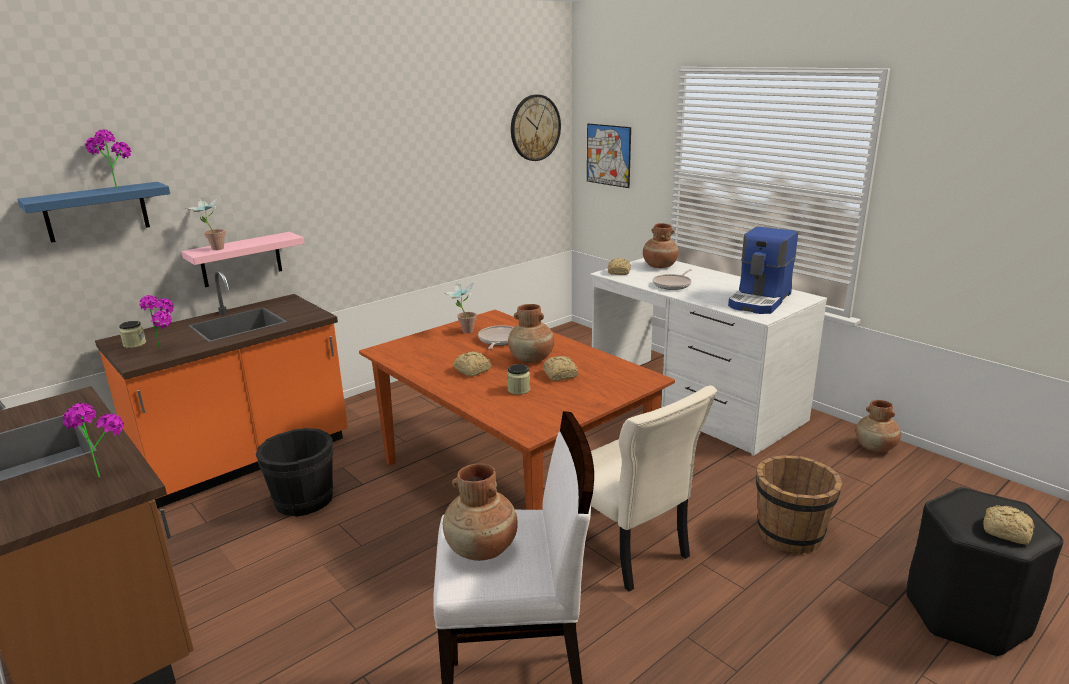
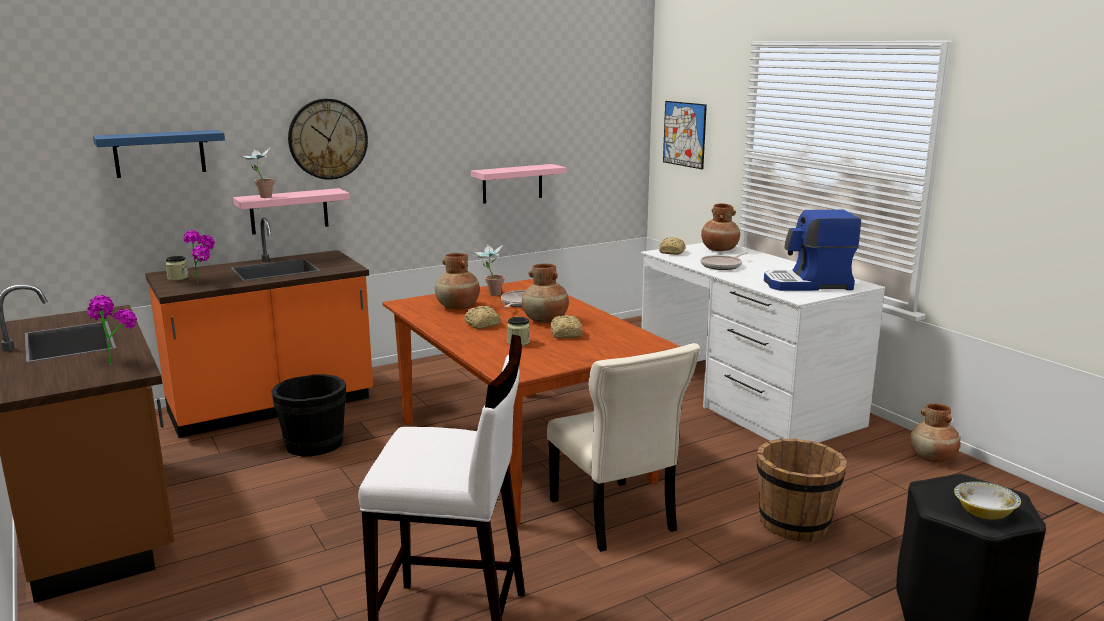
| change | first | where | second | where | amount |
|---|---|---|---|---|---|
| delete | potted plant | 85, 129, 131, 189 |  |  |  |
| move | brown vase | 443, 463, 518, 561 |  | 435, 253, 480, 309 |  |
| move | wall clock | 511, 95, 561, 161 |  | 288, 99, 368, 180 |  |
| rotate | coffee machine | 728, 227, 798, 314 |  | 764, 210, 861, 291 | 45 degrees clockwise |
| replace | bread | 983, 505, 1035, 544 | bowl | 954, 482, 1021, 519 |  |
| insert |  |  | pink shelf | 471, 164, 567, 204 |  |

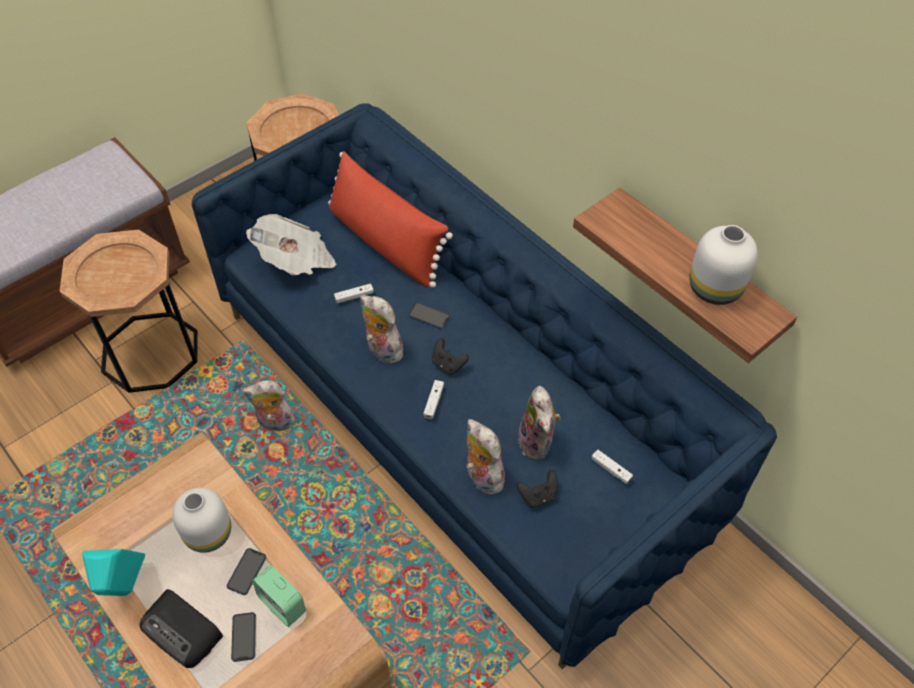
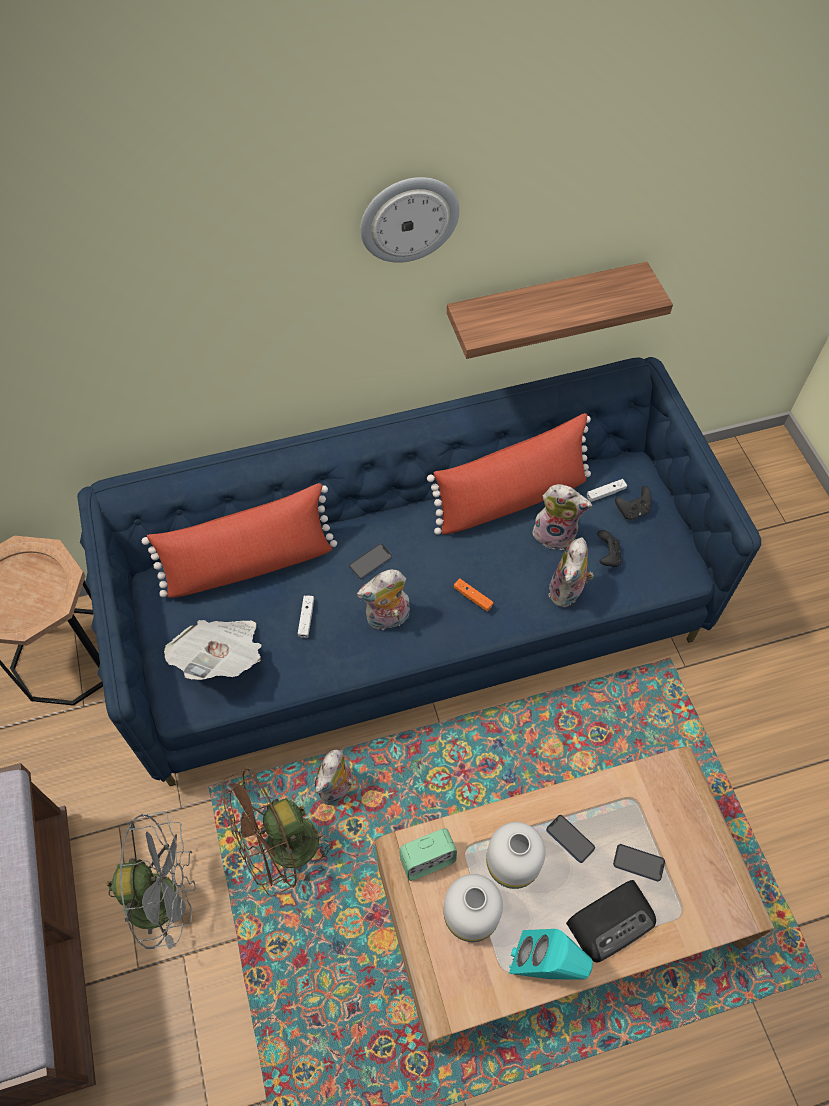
| change | first | where | second | where | amount |
|---|---|---|---|---|---|
| replace | brown side table | 60, 229, 198, 393 | grey fan | 106, 811, 196, 949 |  |
| move | alarm clock | 252, 565, 306, 627 |  | 399, 828, 457, 881 |  |
| recolor | white game controller | 423, 380, 444, 419 | orange game controller | 453, 579, 493, 611 |  |
| move | black game controller | 432, 338, 469, 374 |  | 615, 486, 652, 520 |  |
| rotate | plush toy | 466, 419, 505, 495 |  | 548, 538, 594, 608 | 60 degrees counterclockwise |
| move | white vase | 689, 225, 758, 305 |  | 444, 874, 503, 942 |  |
| insert |  |  | brown fan | 222, 768, 332, 896 |  |
| insert |  |  | wall clock | 360, 177, 460, 263 |  |
| insert |  |  | red pillow | 427, 413, 591, 535 |  |

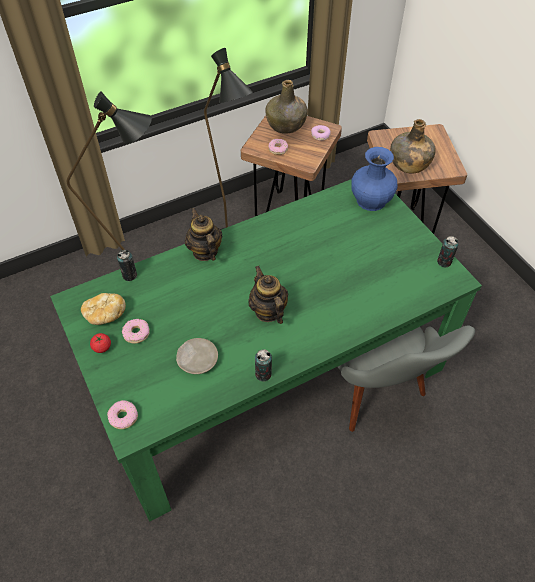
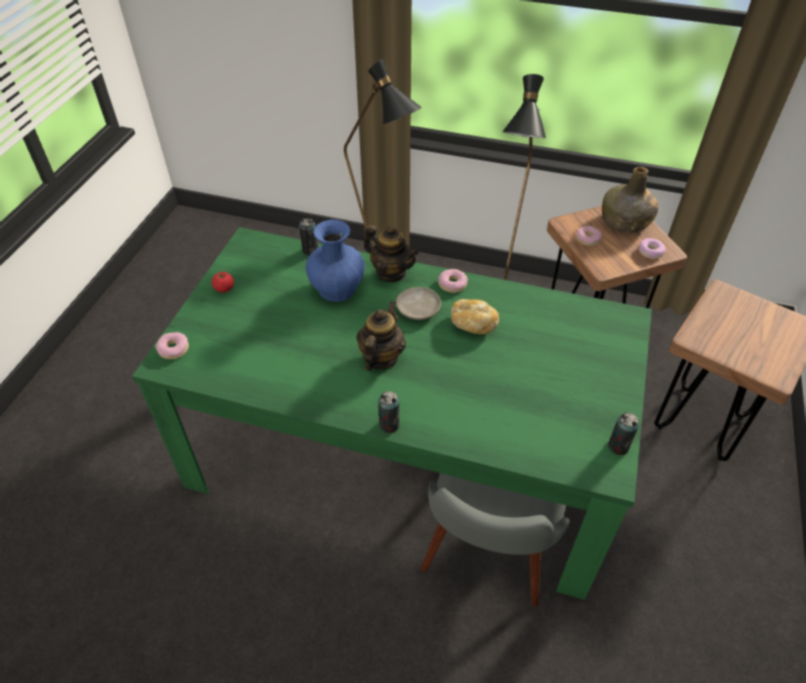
| change | first | where | second | where | amount |
|---|---|---|---|---|---|
| move | bread | 81, 293, 126, 325 |  | 451, 299, 499, 334 |  |
| move | donut | 122, 319, 150, 344 |  | 438, 269, 468, 293 |  |
| move | beige plate | 176, 338, 218, 374 |  | 396, 287, 441, 320 |  |
| rotate | teapot | 185, 208, 222, 261 |  | 364, 225, 419, 282 | 105 degrees clockwise |
| move | can | 255, 349, 272, 382 |  | 378, 391, 399, 433 |  |
| move | blue vase | 351, 147, 398, 211 |  | 306, 220, 365, 302 |  |
| delete | green bottle | 390, 119, 436, 174 |  |  |  |

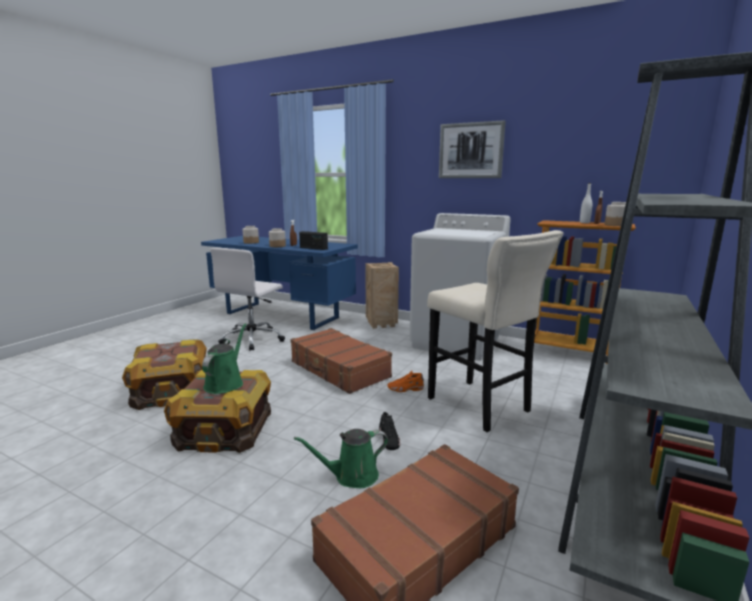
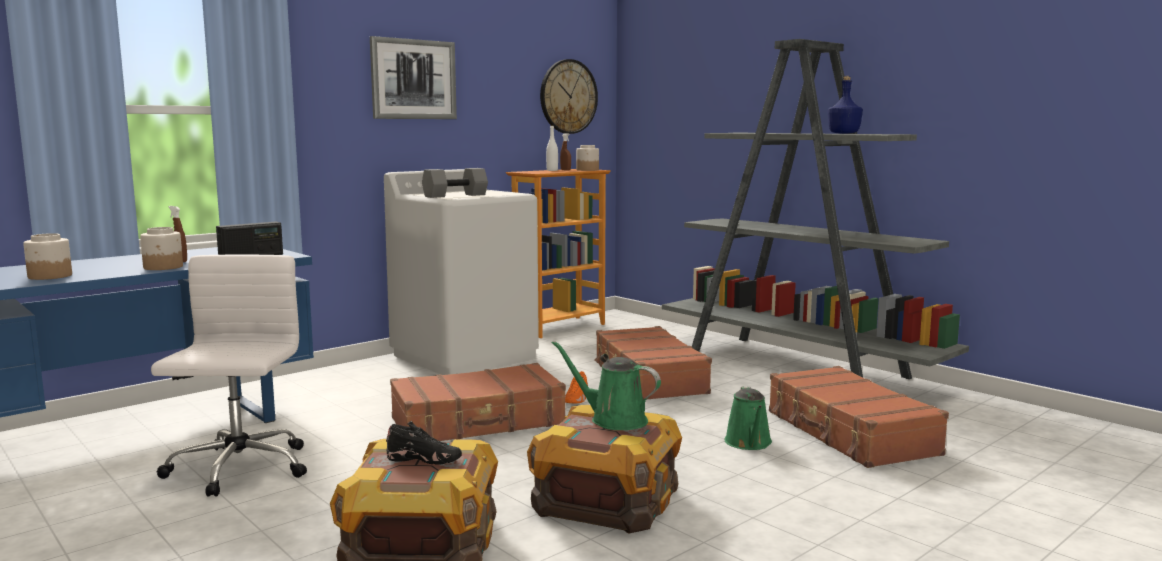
| change | first | where | second | where | amount |
|---|---|---|---|---|---|
| rotate | white office chair | 210, 248, 285, 351 |  | 151, 255, 307, 497 | 135 degrees counterclockwise |
| delete | crate | 365, 262, 399, 329 |  |  |  |
| move | black shoe | 379, 412, 400, 450 |  | 386, 421, 462, 465 |  |
| replace | beige stool | 427, 230, 564, 432 | brown suitcase | 595, 326, 712, 399 |  |
| insert |  |  | grey dumbbell | 422, 168, 488, 198 |  |
| insert |  |  | wall clock | 540, 59, 598, 134 |  |
| insert |  |  | blue bottle | 828, 76, 863, 134 |  |

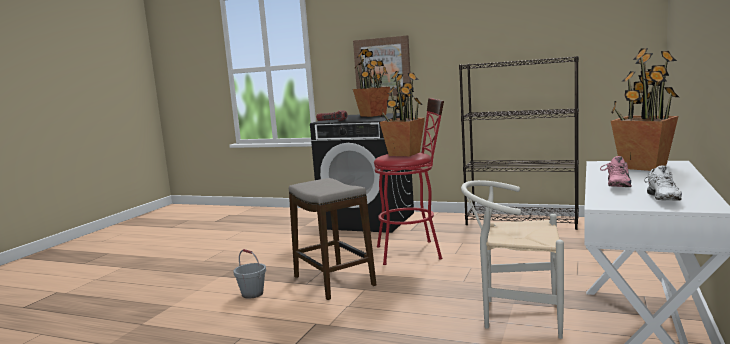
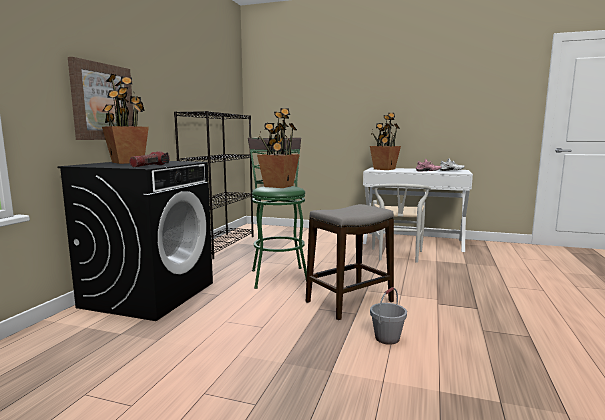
| change | first | where | second | where | amount |
|---|---|---|---|---|---|
| recolor | red stool | 374, 98, 444, 265 | green stool | 248, 138, 307, 289 |  |

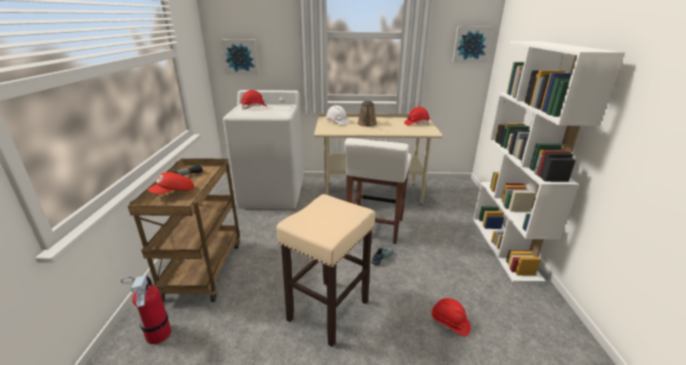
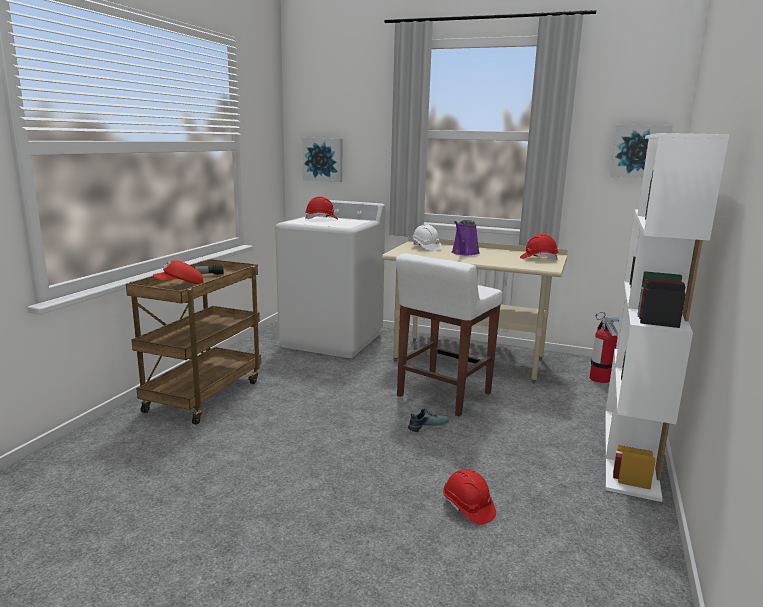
| change | first | where | second | where | amount |
|---|---|---|---|---|---|
| move | fire extinguisher | 121, 275, 171, 344 |  | 590, 312, 620, 383 |  |
| delete | beige stool | 276, 194, 375, 347 |  |  |  |
| recolor | brown watering can | 357, 100, 377, 127 | purple watering can | 451, 220, 480, 255 |  |

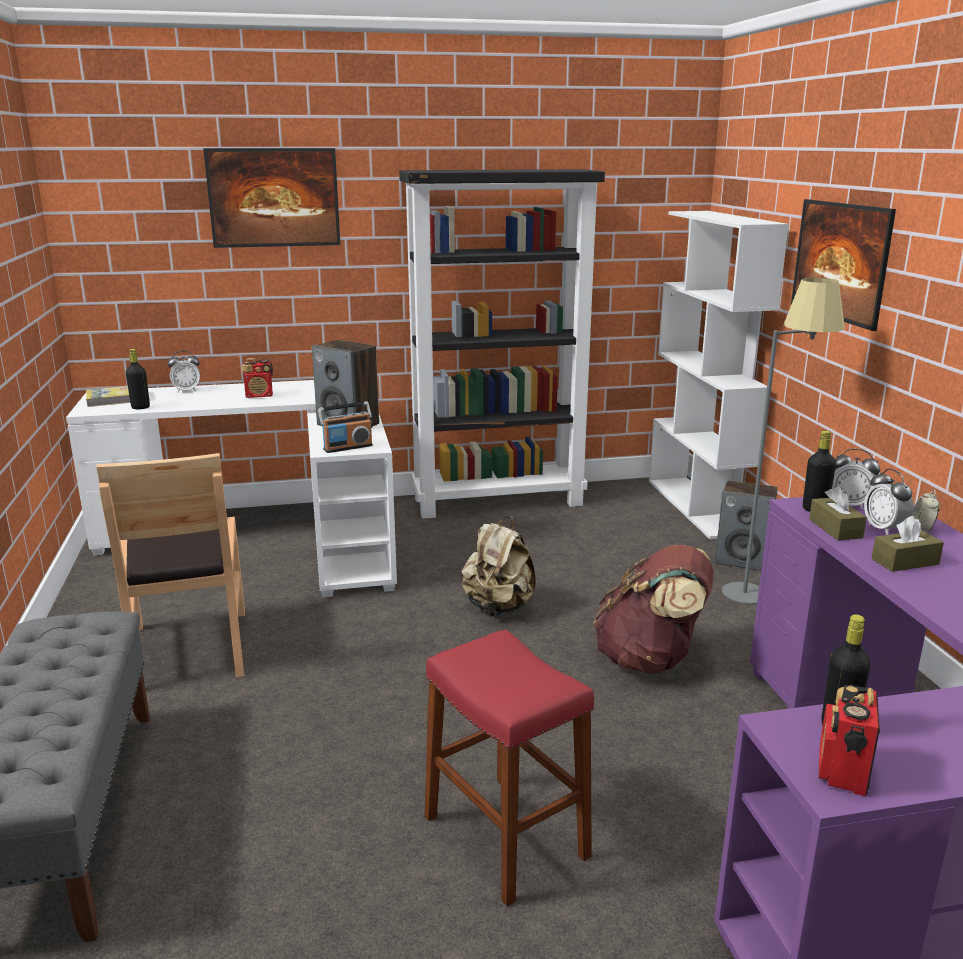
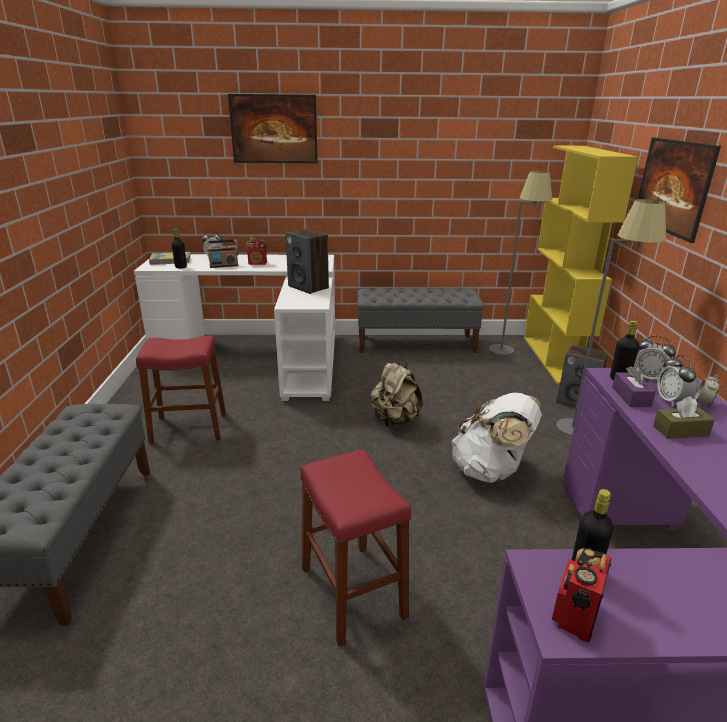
| change | first | where | second | where | amount |
|---|---|---|---|---|---|
| replace | brown chair | 96, 453, 245, 678 | red stool | 136, 336, 226, 444 |  |
| move | radio | 318, 401, 373, 453 |  | 206, 239, 239, 268 |  |
| replace | black bookcase | 399, 169, 605, 519 | grey bench | 357, 288, 484, 353 |  |
| recolor | brown backpack | 593, 545, 714, 674 | white backpack | 451, 393, 542, 483 |  |
| recolor | white bookcase | 649, 211, 789, 539 | yellow bookcase | 524, 145, 638, 384 |  |
| recolor | brown tissue box | 809, 487, 867, 541 | purple tissue box | 612, 366, 656, 407 |  |
| insert |  |  | grey floor lamp | 489, 171, 552, 355 |  |

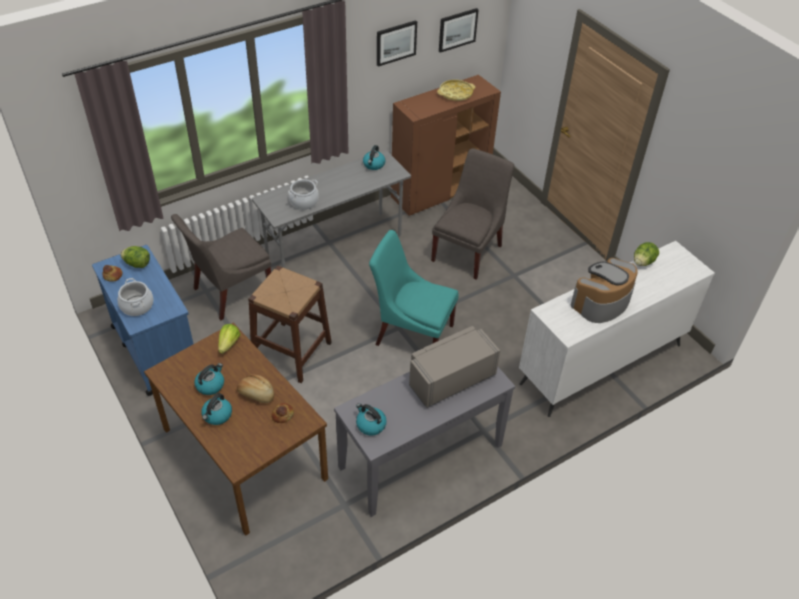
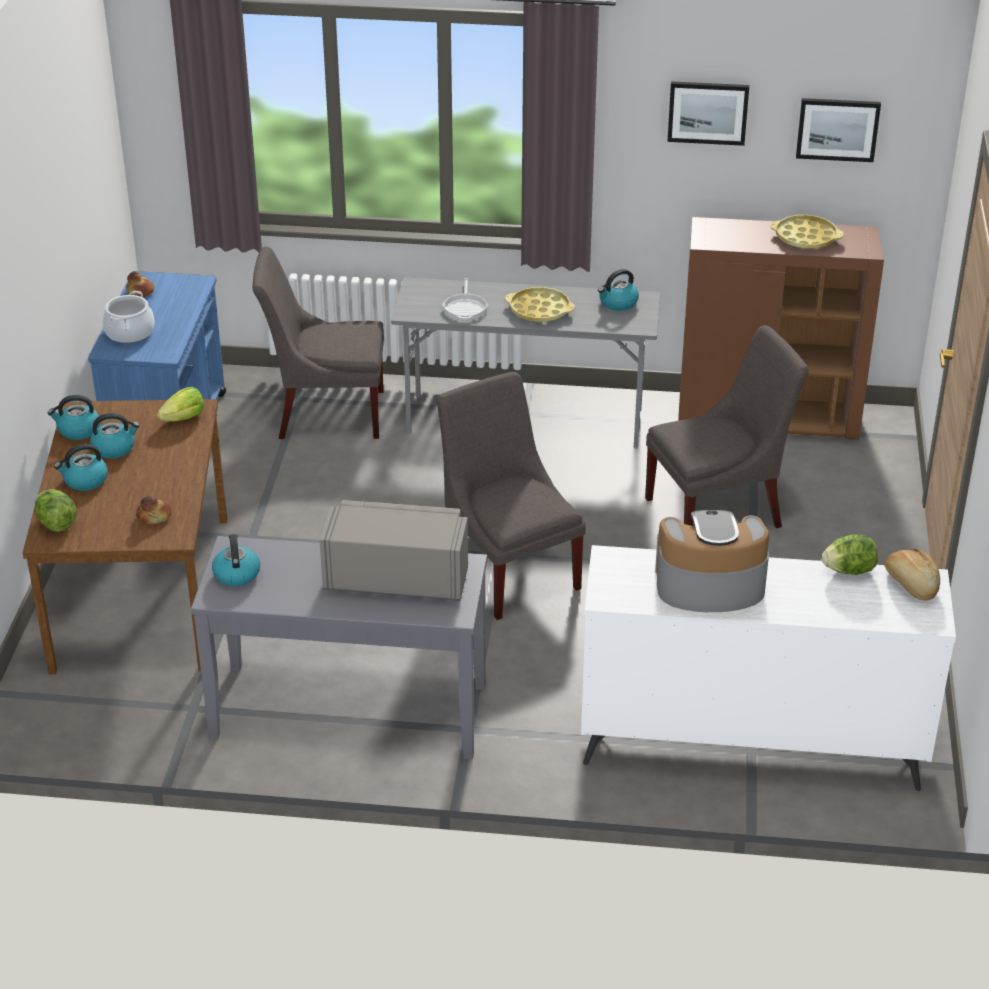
| change | first | where | second | where | amount |
|---|---|---|---|---|---|
| move | lettuce | 121, 246, 150, 268 |  | 35, 489, 77, 532 |  |
| move | bread | 237, 374, 274, 403 |  | 884, 549, 940, 601 |  |
| delete | brown stool | 248, 266, 332, 383 |  |  |  |
| replace | cooking pot | 288, 179, 319, 210 | frying pan | 442, 278, 488, 321 |  |
| recolor | turquoise chair | 369, 230, 459, 346 | grey chair | 437, 372, 586, 620 |  |
| insert |  |  | kettle | 48, 395, 100, 440 |  |
| insert |  |  | yellow tray | 505, 287, 575, 322 |  |

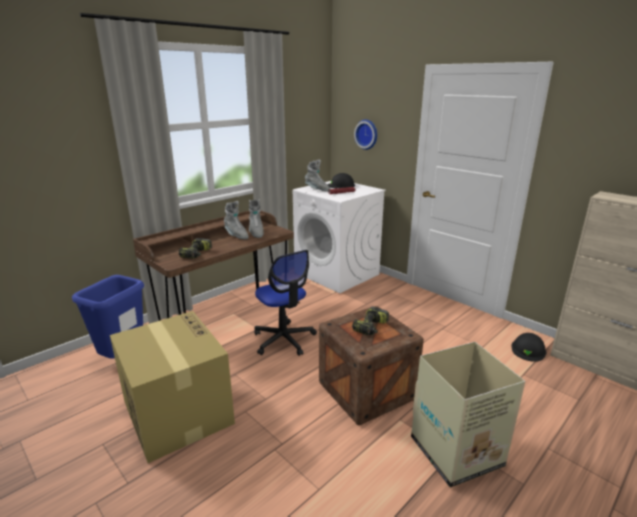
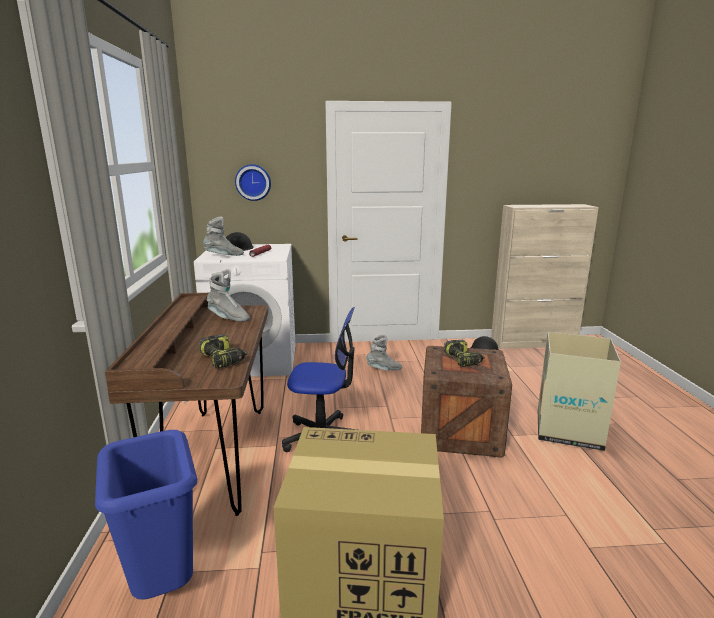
| change | first | where | second | where | amount |
|---|---|---|---|---|---|
| move | grey boot | 224, 201, 249, 239 |  | 366, 334, 402, 371 |  |

